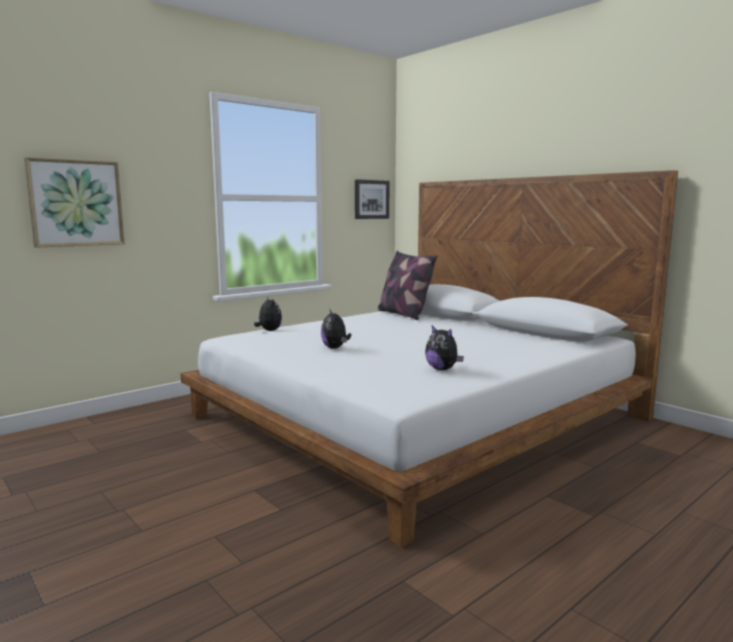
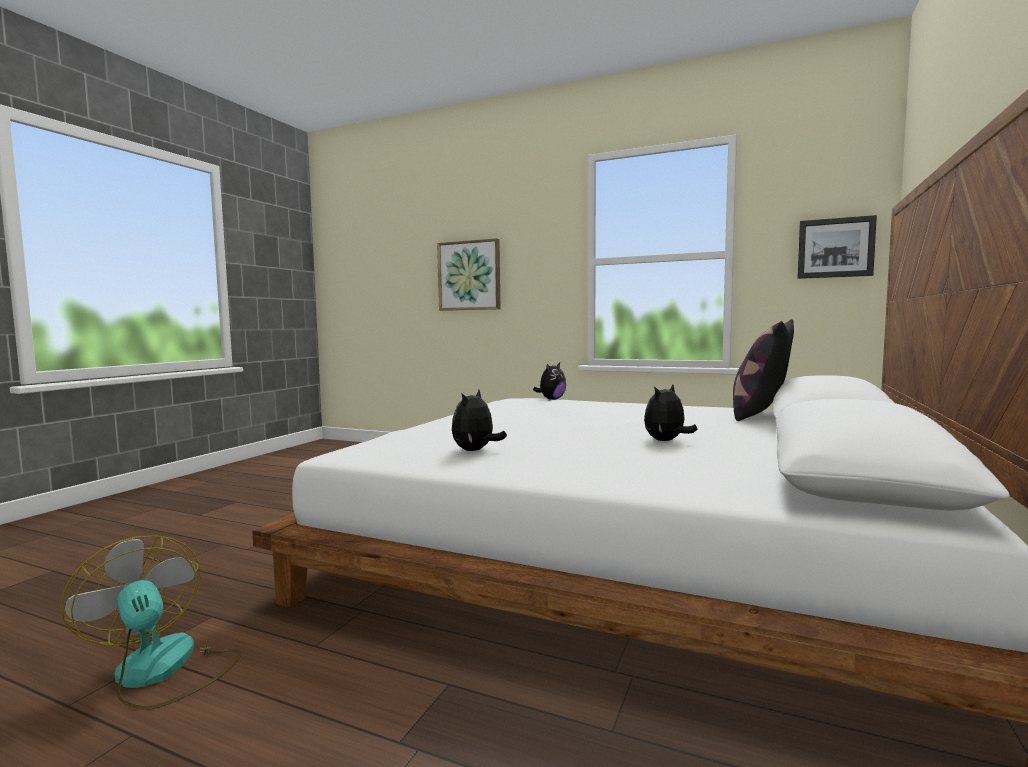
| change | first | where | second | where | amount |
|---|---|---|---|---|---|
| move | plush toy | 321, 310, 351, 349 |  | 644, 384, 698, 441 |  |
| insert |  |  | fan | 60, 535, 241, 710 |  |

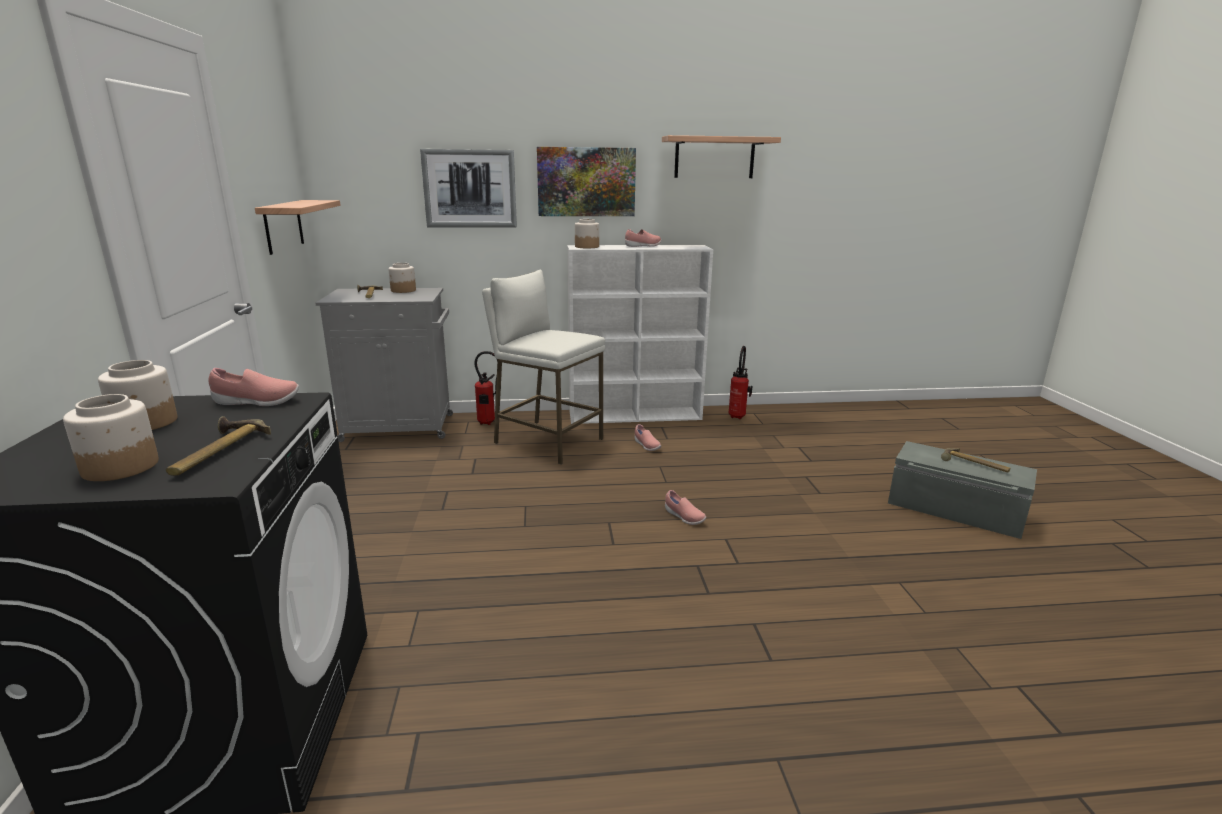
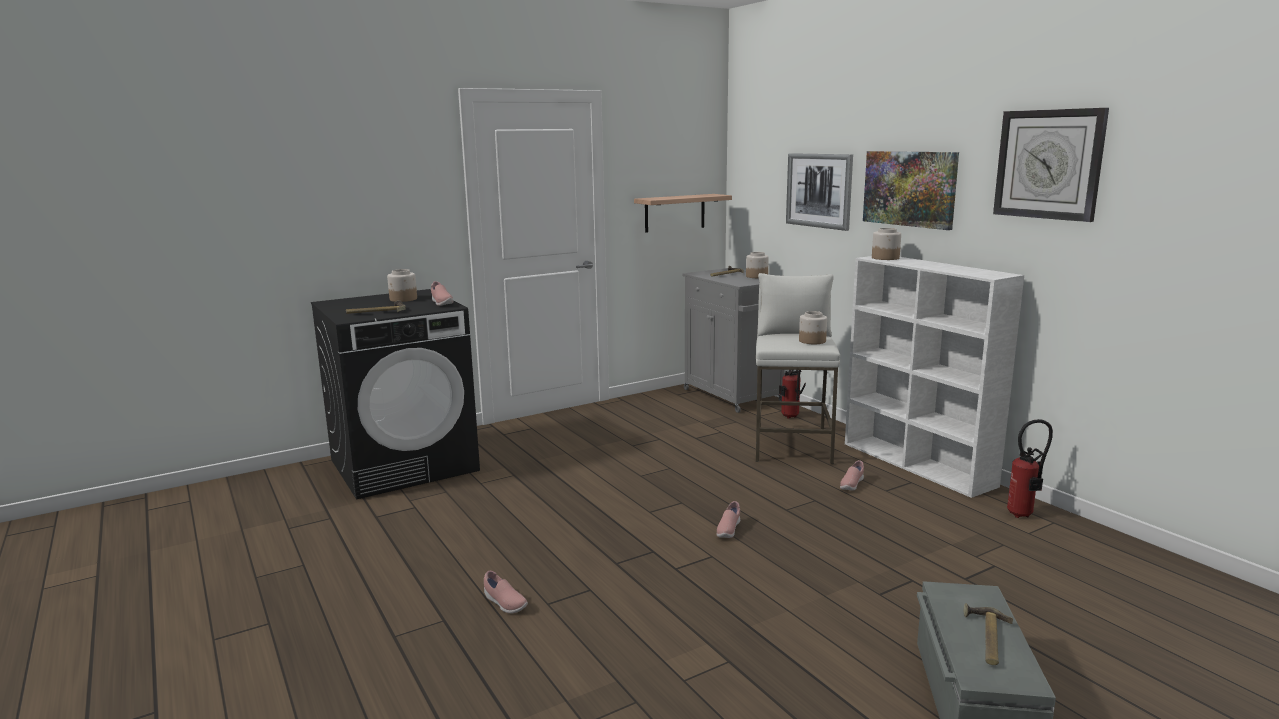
| change | first | where | second | where | amount |
|---|---|---|---|---|---|
| move | jar | 63, 394, 159, 481 |  | 799, 311, 827, 344 |  |
| move | pink shoe | 625, 229, 661, 247 |  | 484, 571, 528, 613 |  |
| replace | shelf | 662, 135, 781, 178 | wall clock | 993, 108, 1109, 222 |  |

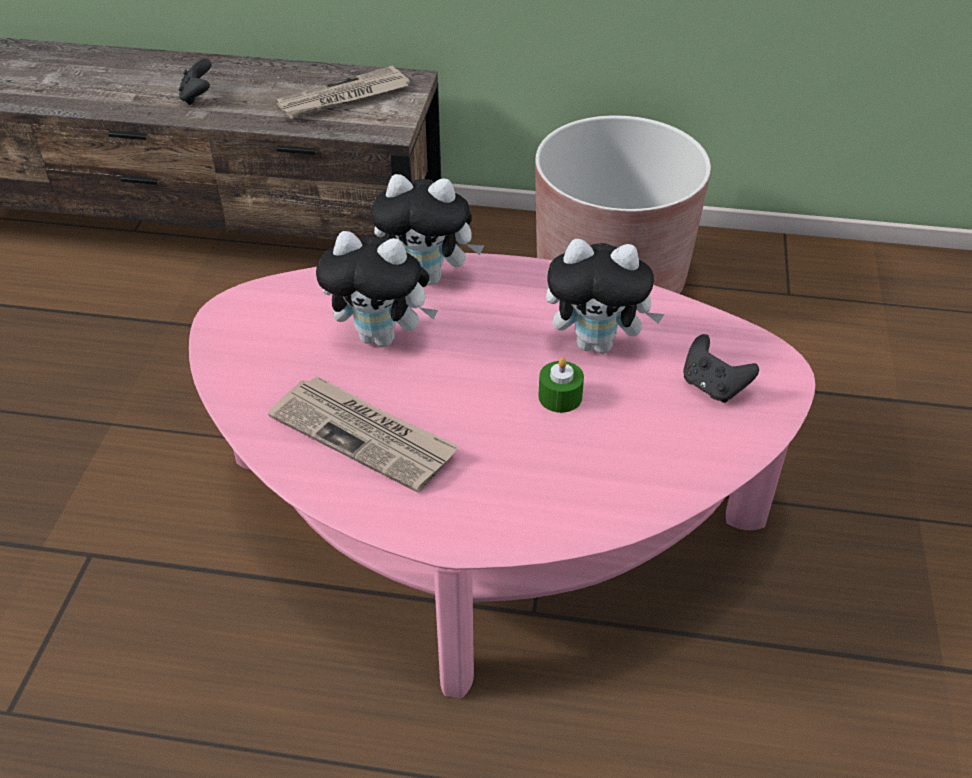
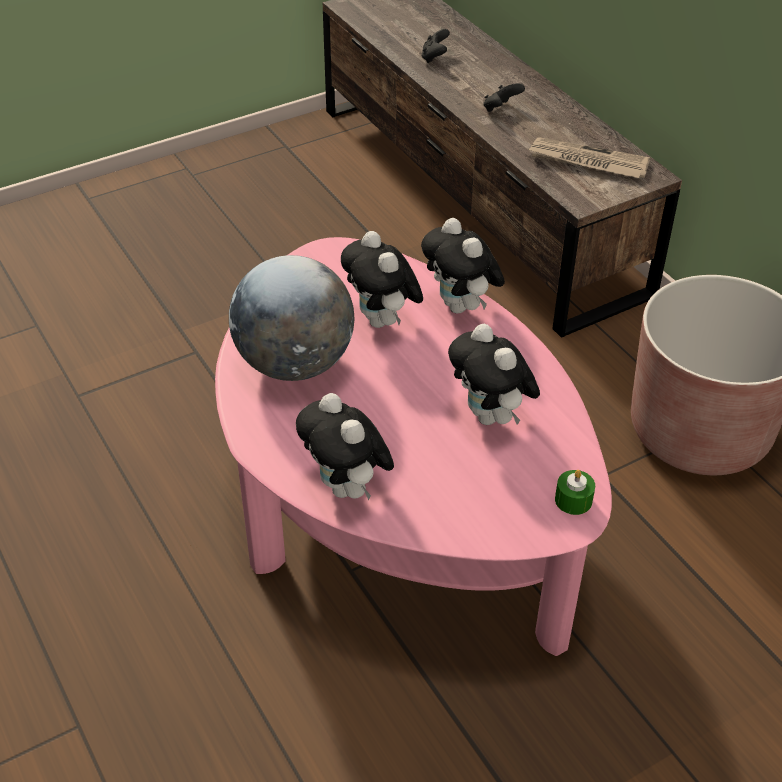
| change | first | where | second | where | amount |
|---|---|---|---|---|---|
| replace | newspaper | 268, 376, 459, 493 | globe | 229, 255, 354, 381 |  |
| move | green candle | 538, 358, 584, 413 |  | 555, 470, 595, 515 |  |
| move | black game controller | 683, 334, 759, 403 |  | 421, 29, 450, 63 |  |
| insert |  |  | plush toy | 296, 393, 394, 501 |  |

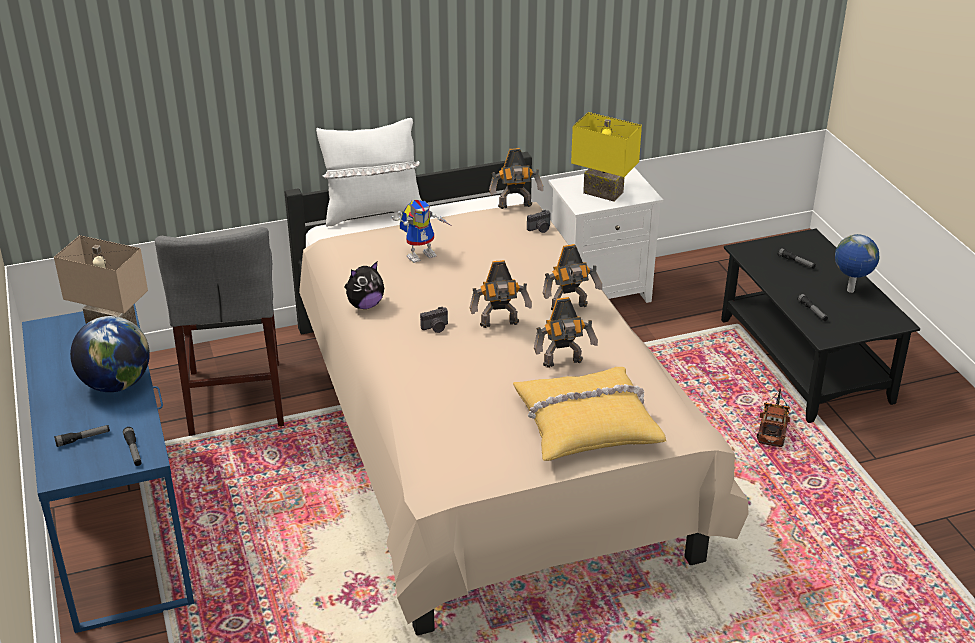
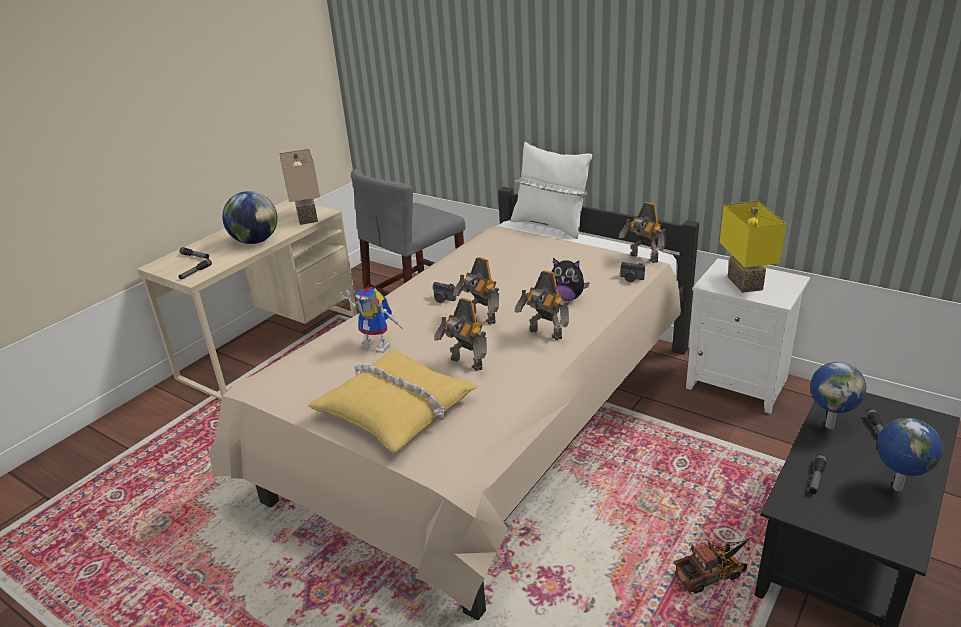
| change | first | where | second | where | amount |
|---|---|---|---|---|---|
| recolor | blue desk | 22, 304, 194, 633 | beige desk | 137, 199, 357, 400 |  |
| move | plush toy | 344, 262, 384, 309 |  | 552, 258, 590, 301 |  |
| move | toy robot | 392, 200, 450, 263 |  | 340, 287, 404, 353 |  |
| insert |  |  | globe | 810, 362, 867, 429 |  |

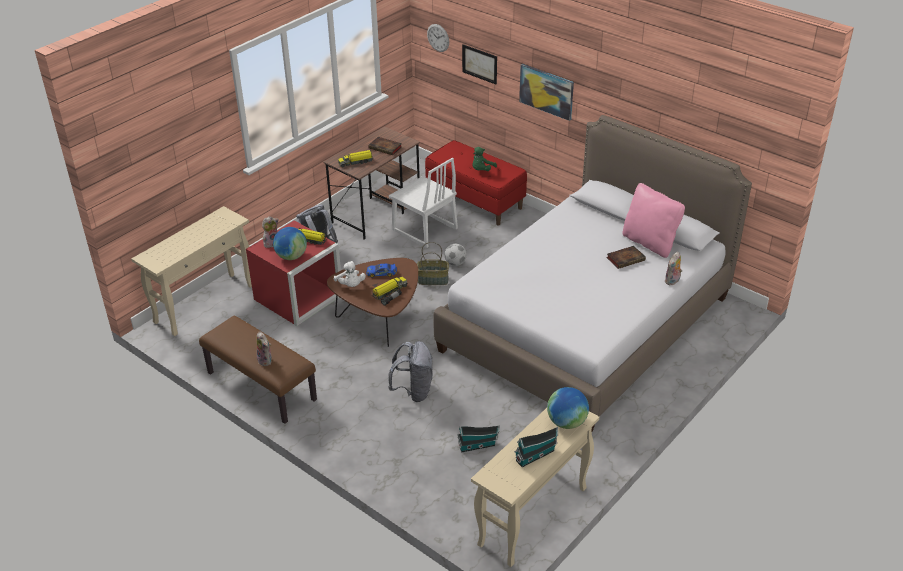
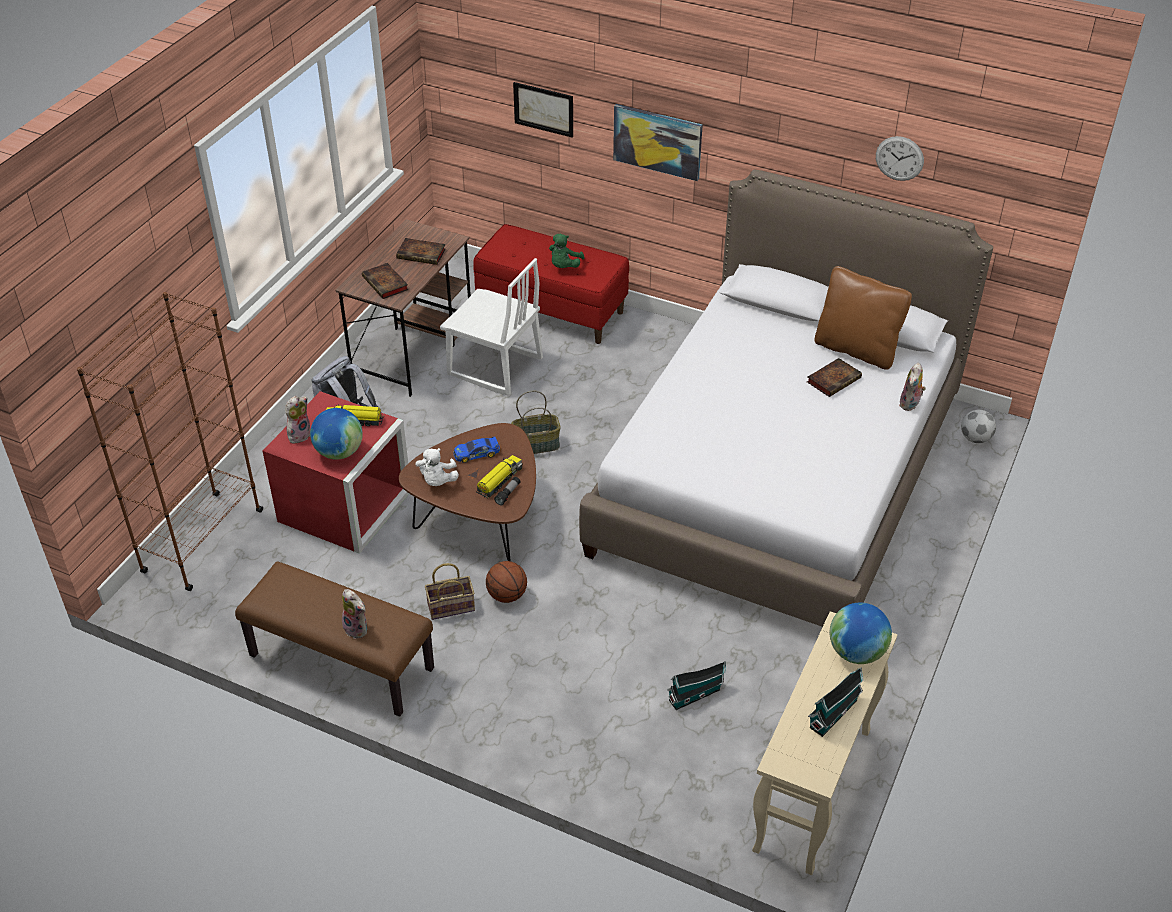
| change | first | where | second | where | amount |
|---|---|---|---|---|---|
| replace | beige console table | 131, 206, 252, 336 | brown bookcase | 77, 292, 263, 591 |  |
| rotate | white plush toy | 333, 261, 366, 287 |  | 416, 448, 459, 486 | 45 degrees clockwise |
| replace | toy truck | 338, 150, 373, 168 | book | 362, 263, 408, 299 |  |
| delete | grey backpack | 388, 341, 433, 402 |  |  |  |
| move | wall clock | 427, 24, 449, 52 |  | 876, 136, 924, 181 |  |
| move | football | 444, 244, 467, 266 |  | 961, 410, 996, 443 |  |
| recolor | pink pillow | 622, 183, 685, 258 | brown pillow | 815, 266, 912, 370 |  |
| insert |  |  | basket | 425, 563, 475, 620 |  |
| insert |  |  | basketball | 486, 561, 527, 603 |  |

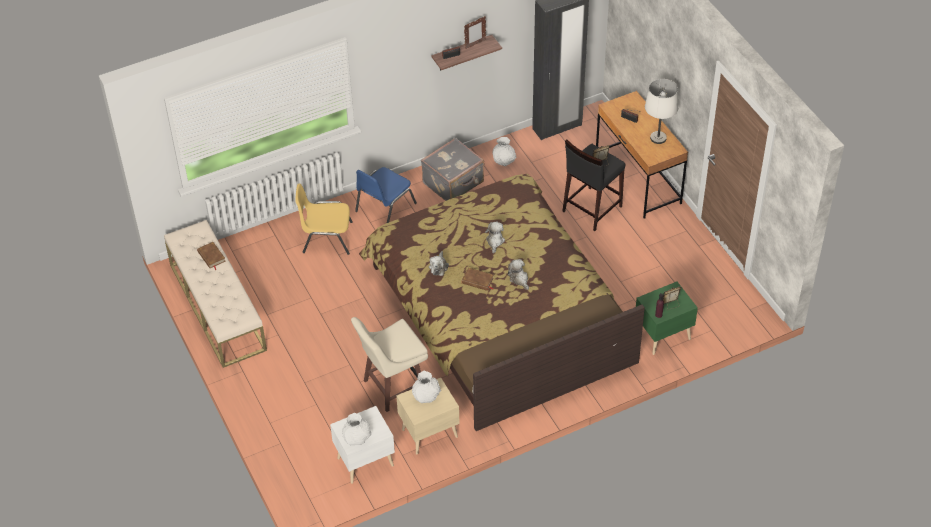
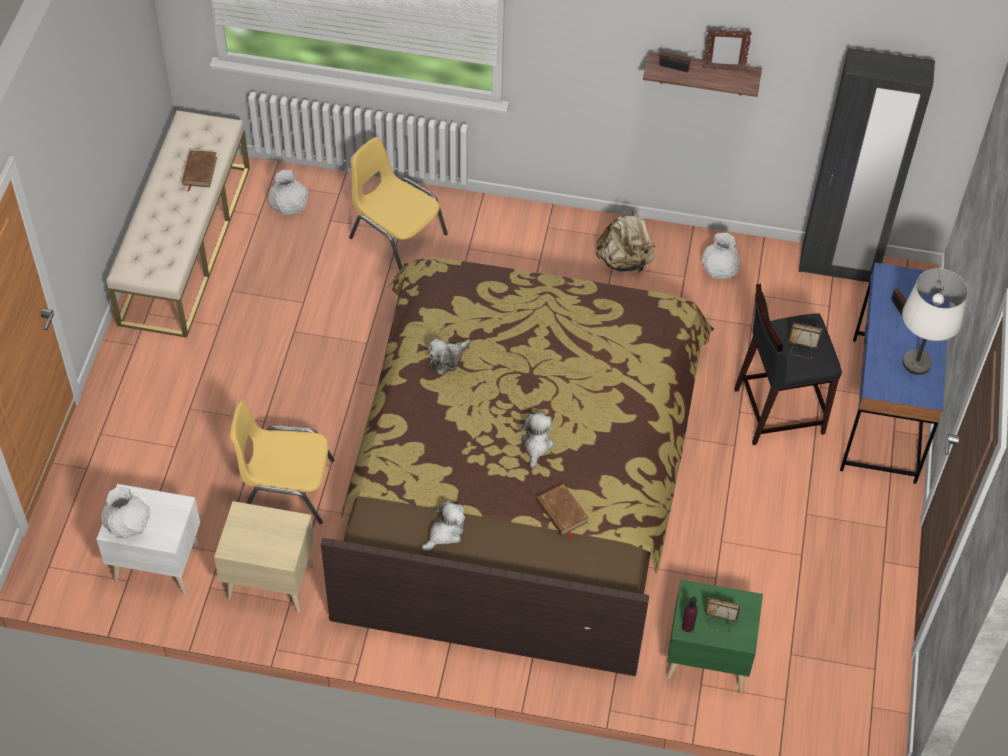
| change | first | where | second | where | amount |
|---|---|---|---|---|---|
| replace | beige stool | 351, 317, 428, 412 | yellow chair | 230, 401, 334, 524 |  |
| delete | blue chair | 355, 167, 417, 223 |  |  |  |
| move | white vase | 412, 371, 441, 403 |  | 269, 170, 308, 216 |  |
| replace | grey suitcase | 421, 138, 484, 201 | beige backpack | 596, 208, 655, 274 |  |
| move | brown book | 462, 268, 494, 291 |  | 536, 483, 589, 539 |  |
| move | plush toy | 485, 222, 505, 253 |  | 422, 501, 465, 551 |  |
| recolor | brown desk | 596, 91, 688, 219 | blue desk | 840, 263, 950, 484 |  |

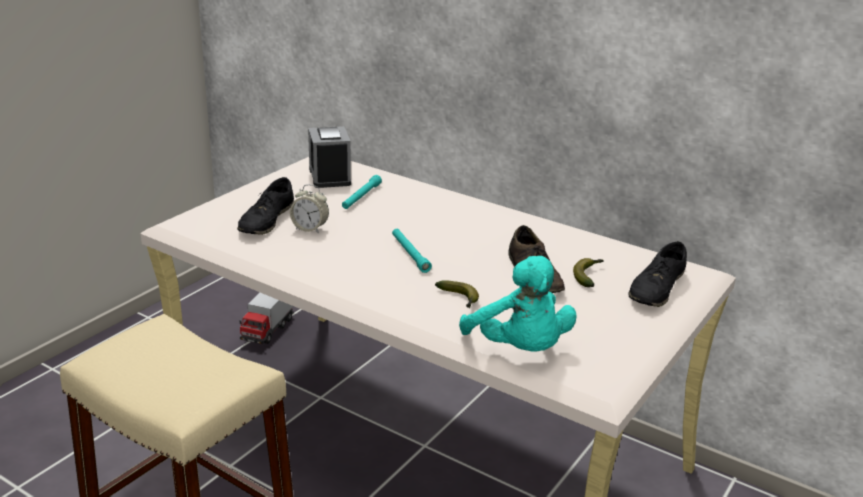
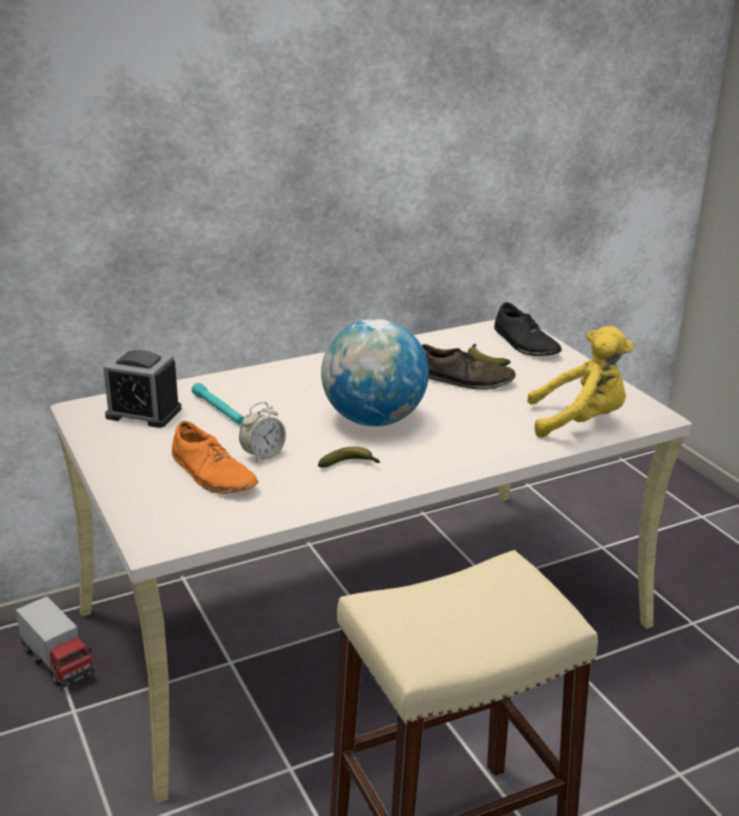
| change | first | where | second | where | amount |
|---|---|---|---|---|---|
| recolor | black shoe | 237, 177, 294, 235 | orange shoe | 172, 421, 258, 494 |  |
| replace | turquoise flashlight | 392, 229, 432, 273 | globe | 321, 319, 429, 426 |  |
| move | banana | 435, 280, 479, 308 |  | 318, 447, 380, 467 |  |
| recolor | turquoise plush toy | 459, 256, 577, 352 | yellow plush toy | 527, 326, 633, 437 |  |

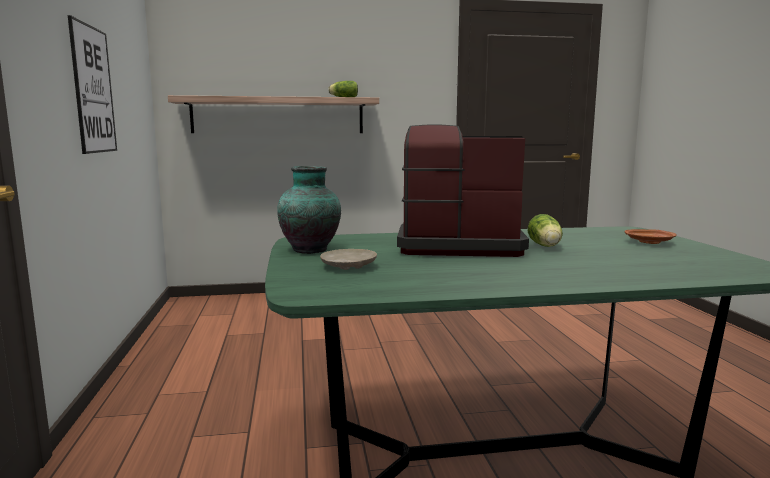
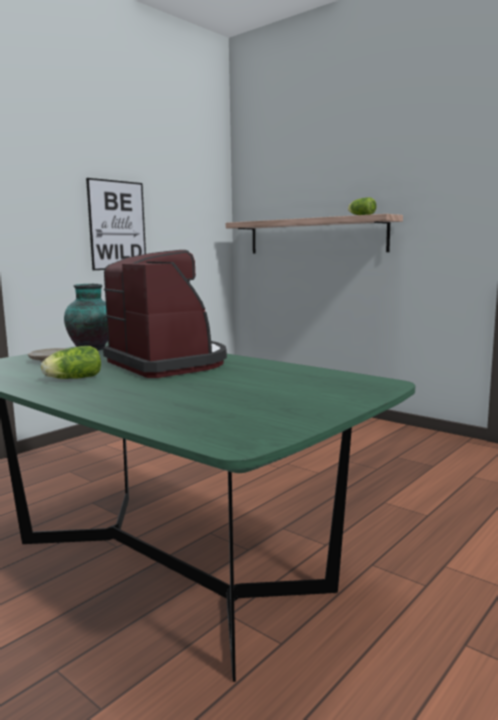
| change | first | where | second | where | amount |
|---|---|---|---|---|---|
| move | lettuce | 528, 214, 563, 247 |  | 41, 346, 101, 379 |  |
| delete | brown plate | 625, 229, 677, 244 |  |  |  |

